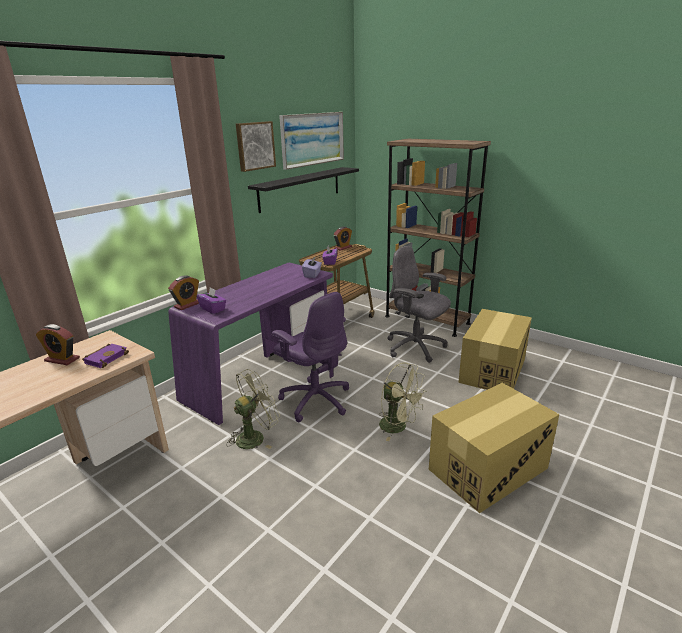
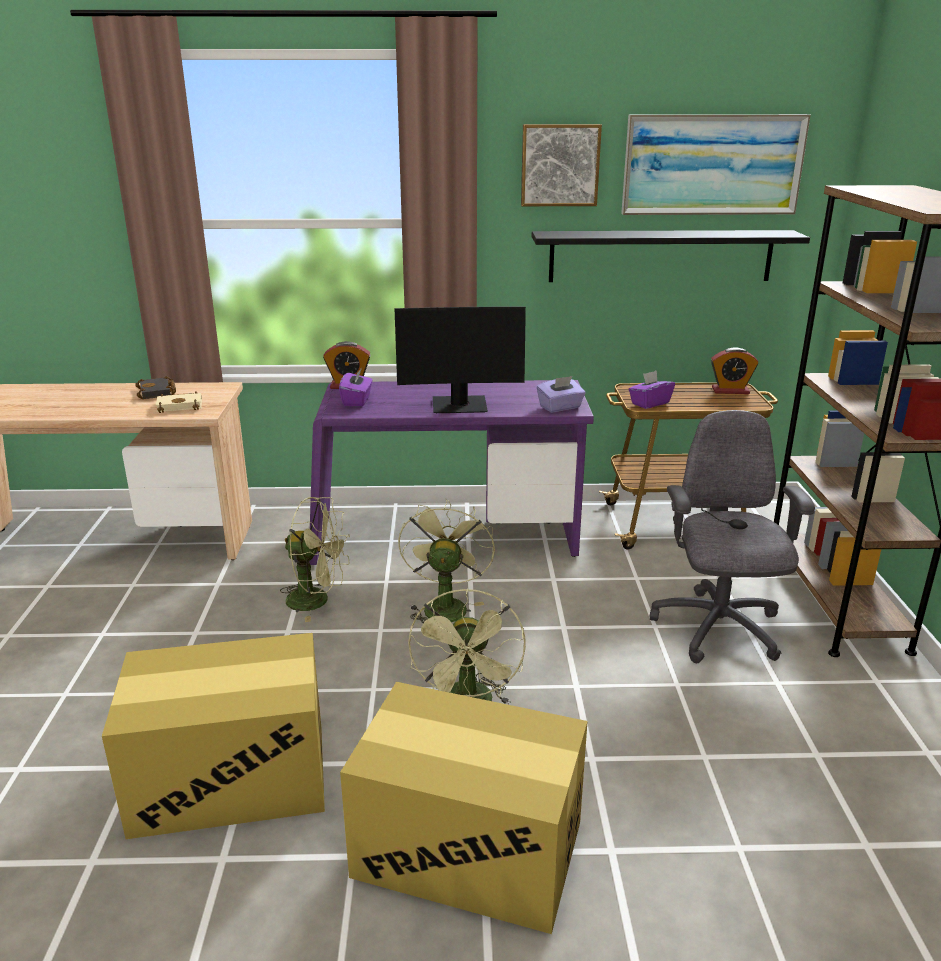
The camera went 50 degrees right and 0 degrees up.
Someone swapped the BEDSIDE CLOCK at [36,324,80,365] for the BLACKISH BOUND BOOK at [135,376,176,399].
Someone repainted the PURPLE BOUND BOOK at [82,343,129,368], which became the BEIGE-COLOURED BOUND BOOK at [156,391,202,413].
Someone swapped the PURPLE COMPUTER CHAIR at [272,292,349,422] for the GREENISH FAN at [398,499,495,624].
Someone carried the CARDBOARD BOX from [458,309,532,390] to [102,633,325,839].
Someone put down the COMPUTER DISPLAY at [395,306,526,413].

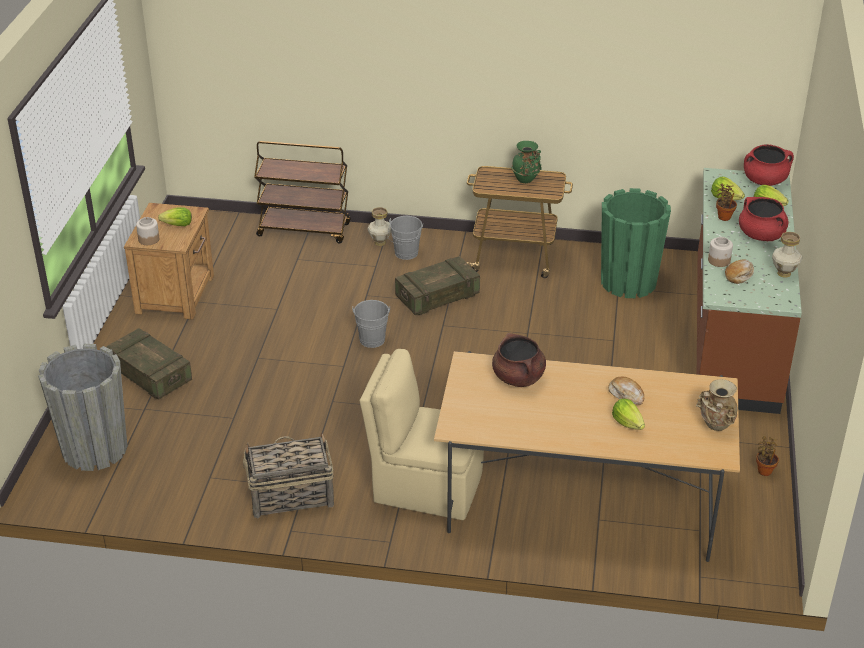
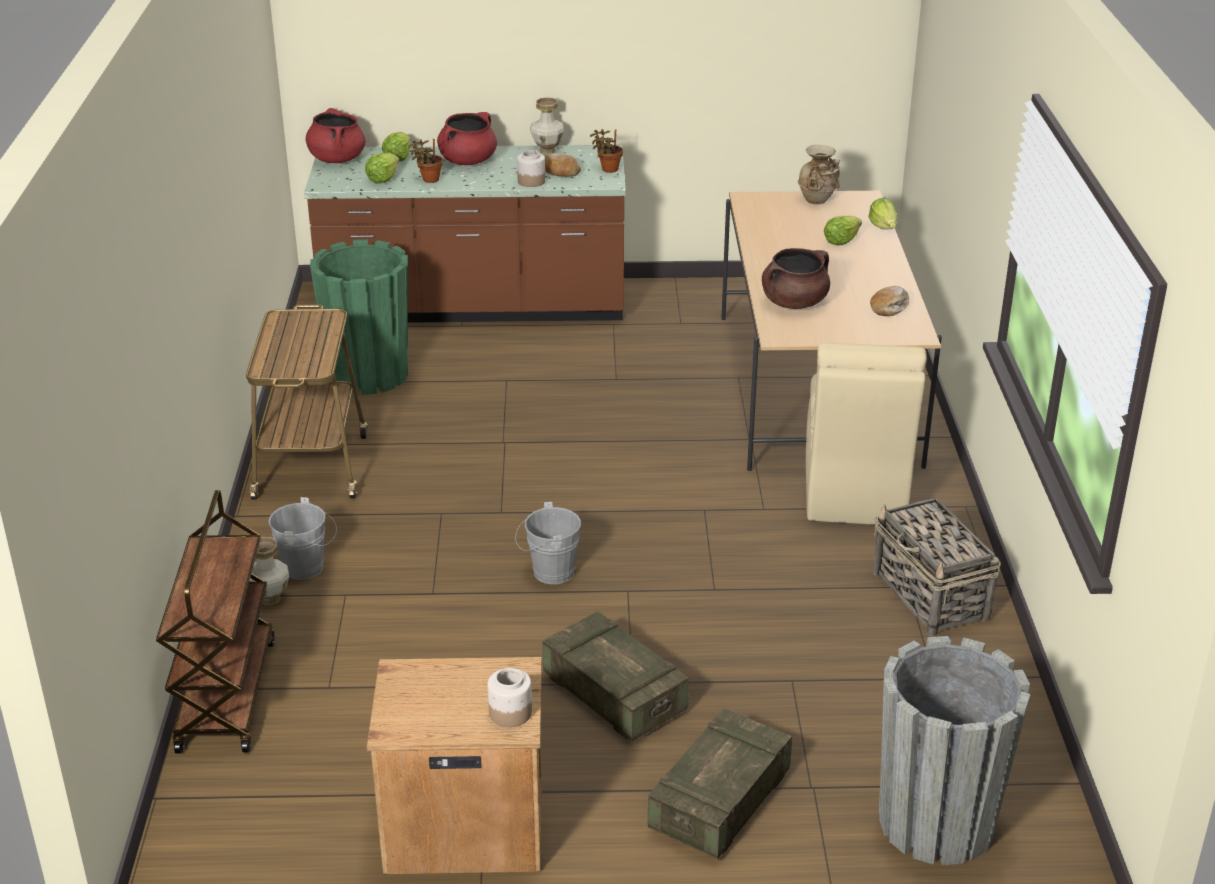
The camera went 100 degrees left and 5 degrees down.
Someone carried the HEAD OF LETTUCE from [158,207,192,226] to [868,198,898,230].
Someone carried the SHIPPING CRATE from [395,256,480,315] to [542,611,689,741].
Someone took away the GREENISH VASE at [512,141,542,183].
Someone carried the BREAD from [608,377,644,405] to [870,286,909,316].
Someone carried the POTTED PLANT from [756,436,779,476] to [590,129,623,173].

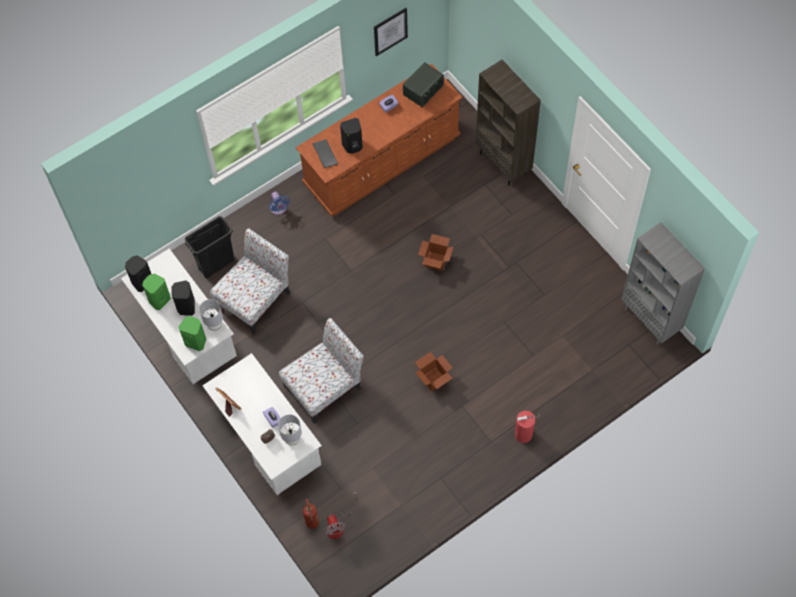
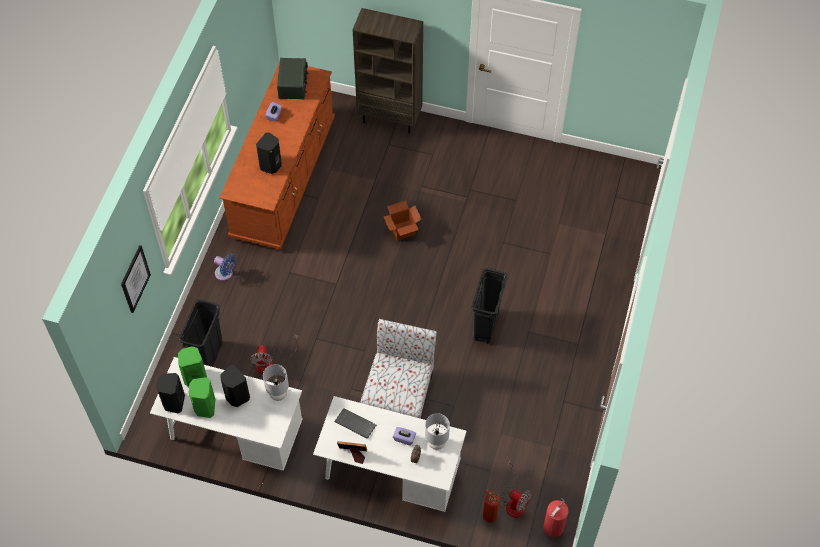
The camera went 40 degrees left and 5 degrees down.
Someone carried the GREENISH LOUDSPEAKER from [178,316,206,351] to [178,347,207,386].
Someone swapped the PLAIN CHAIR at [210,228,291,334] for the FAN at [250,335,299,374].
Someone carried the COMPUTER KEYBOARD from [313,139,338,168] to [334,408,376,439].
Someone carried the PICTURE from [374,8,408,56] to [121,245,151,313].
Someone swapped the CARDBOARD BOX at [415,352,453,391] for the BLACKISH TRASH CAN at [471,268,508,344].
Someone carried the EXTINGUISHER from [514,411,540,443] to [543,497,568,537].
Someone took away the GREYISH BOOKCASE at [621,222,705,345].

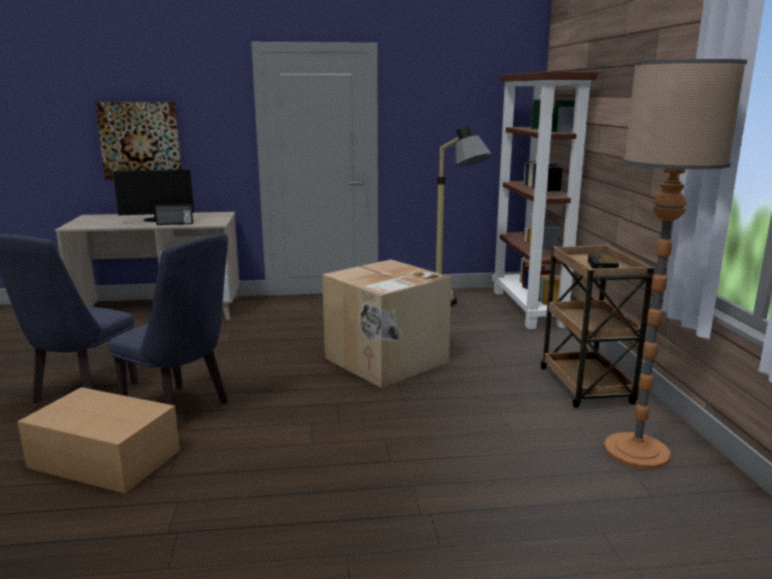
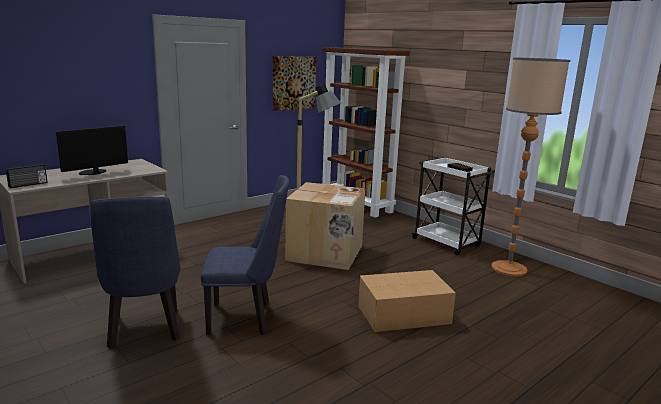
The camera went 35 degrees left and 0 degrees up.
Someone carried the CARDBOARD BOX from [17,387,180,494] to [358,270,456,332].
Someone carried the PICTURE from [95,102,181,180] to [273,56,316,111].
Someone carried the RADIO RECEIVER from [154,204,193,225] to [6,164,48,188].
Someone repainted the BROWNISH TROLLEY at [540,245,654,408], which became the WHITE TROLLEY at [412,157,494,255].

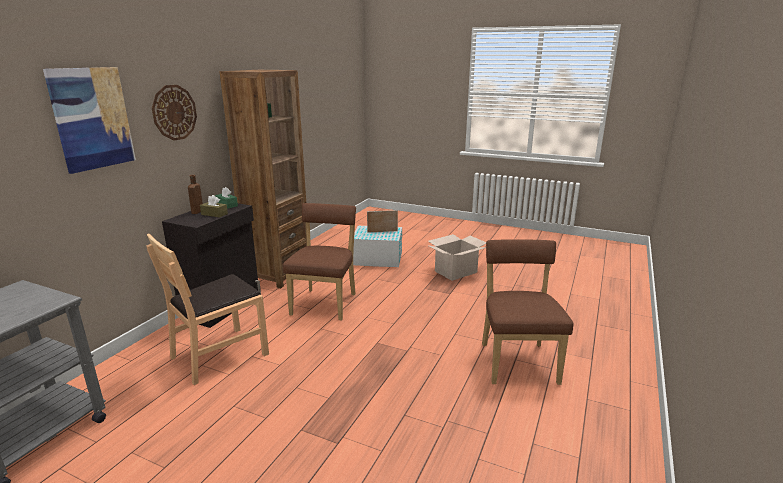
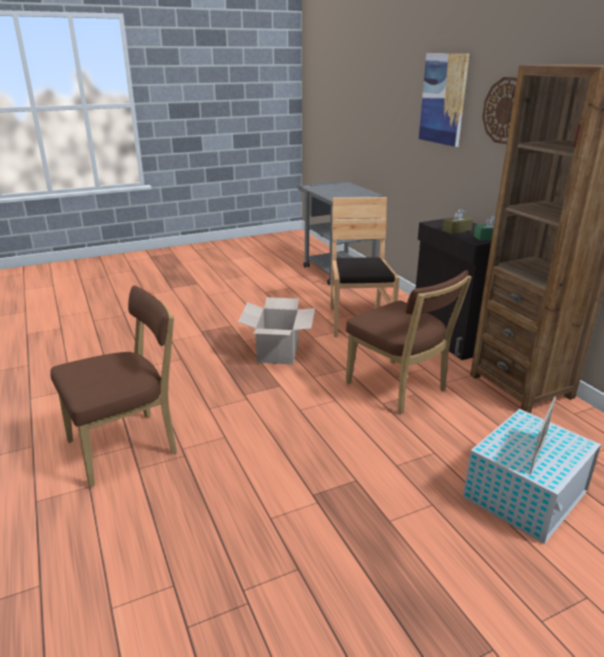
The camera went 130 degrees right and 5 degrees up.
Someone took away the BROWNISH DRINK BOTTLE at [188,175,203,214].
Someone carried the CARDBOARD BOX from [427,234,486,281] to [238,297,315,364].
Someone rotated the BROWNISH PLAIN CHAIR at [482,239,574,385] by 75 degrees counterclockwise.

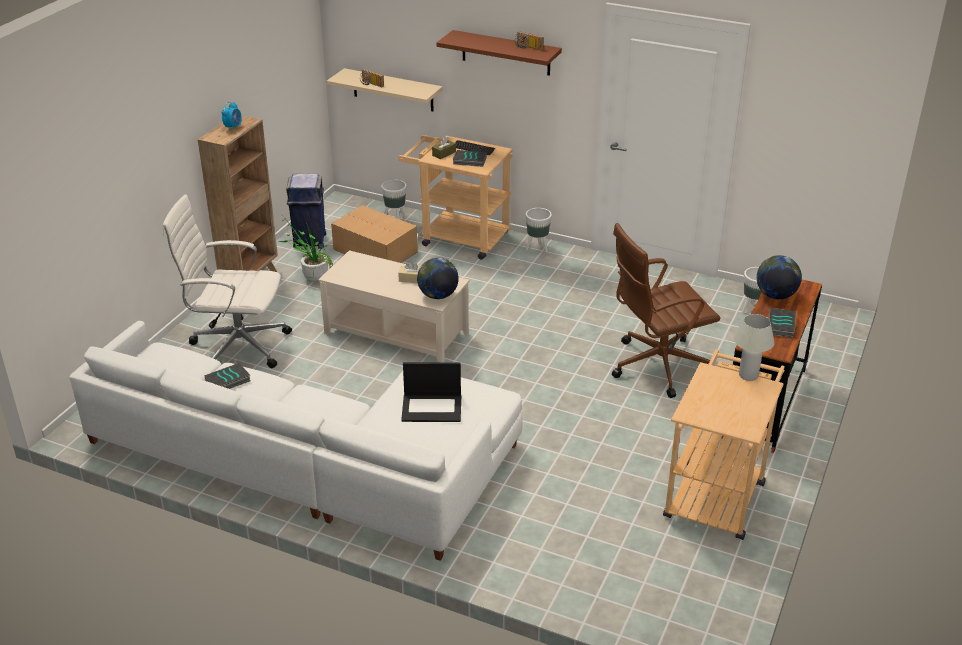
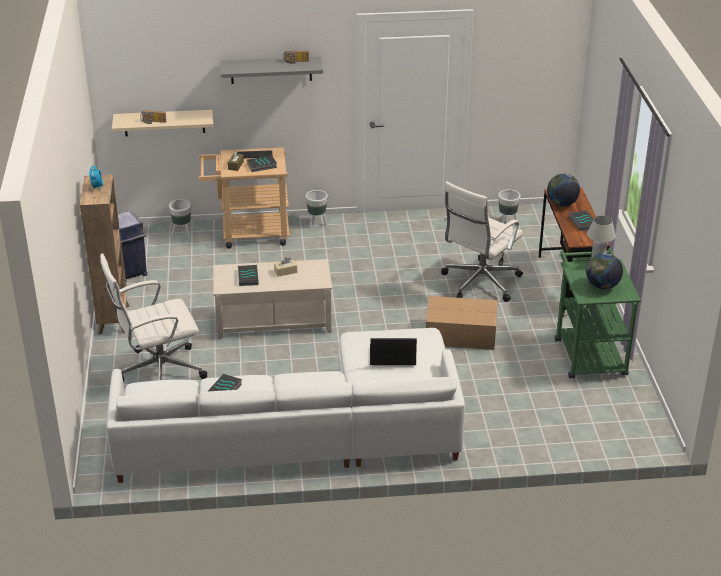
The camera went 30 degrees left and 0 degrees up.
Someone took away the POTTED PLANT at [278,216,333,282].
Someone carried the CARDBOARD BOX from [331,205,418,263] to [426,296,497,350].
Someone rotated the NOTEBOOK COMPUTER at [401,362,461,422] by 150 degrees counterclockwise.
Someone carried the DESK GLOBE from [417,258,459,299] to [586,253,623,289].
Someone repainted the BROWNISH WALL SHELF at [436,30,562,76], which became the GREYISH WALL SHELF at [220,57,323,84].
Someone repainted the BROWNISH COMPUTER CHAIR at [612,223,720,398], which became the WHITE COMPUTER CHAIR at [441,181,524,302].
Someone repainted the BEIGE-COLOURED TROLLEY at [663,349,785,540], which became the GREENISH TROLLEY at [555,248,641,379].
Someone put down the BOUND BOOK at [238,265,259,286].

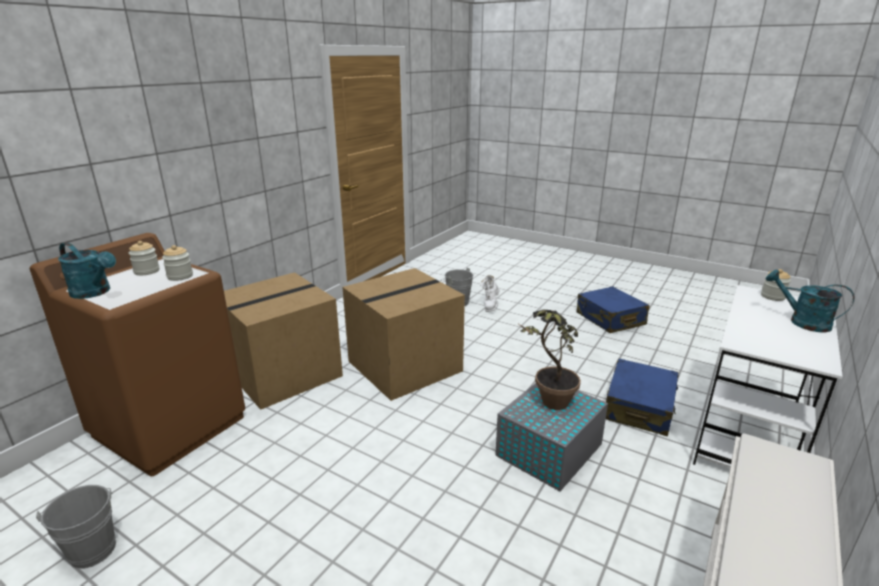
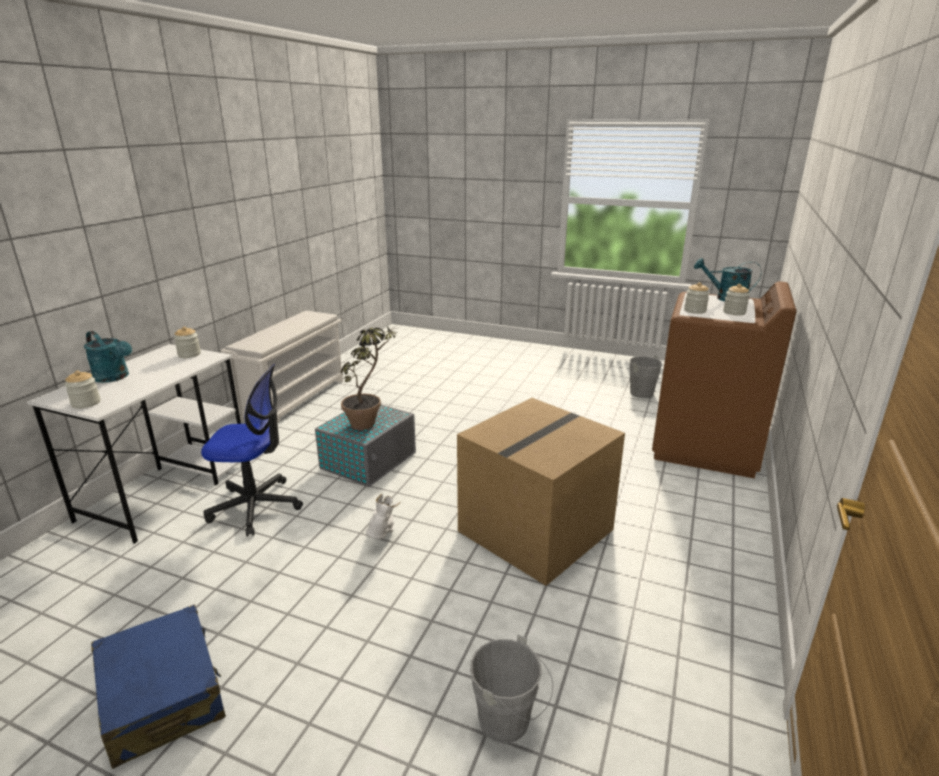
The camera went 170 degrees right and 0 degrees up.
Someone took away the CARDBOARD BOX at [224,272,343,410].
Someone carried the WHITE TALL BOOT from [480,275,500,312] to [366,494,400,539].
Someone swapped the BLUE-COLOURED PIECE OF LUGGAGE at [606,358,679,436] for the COMPUTER CHAIR at [201,364,303,536].
Someone put down the JAR at [174,326,201,358].

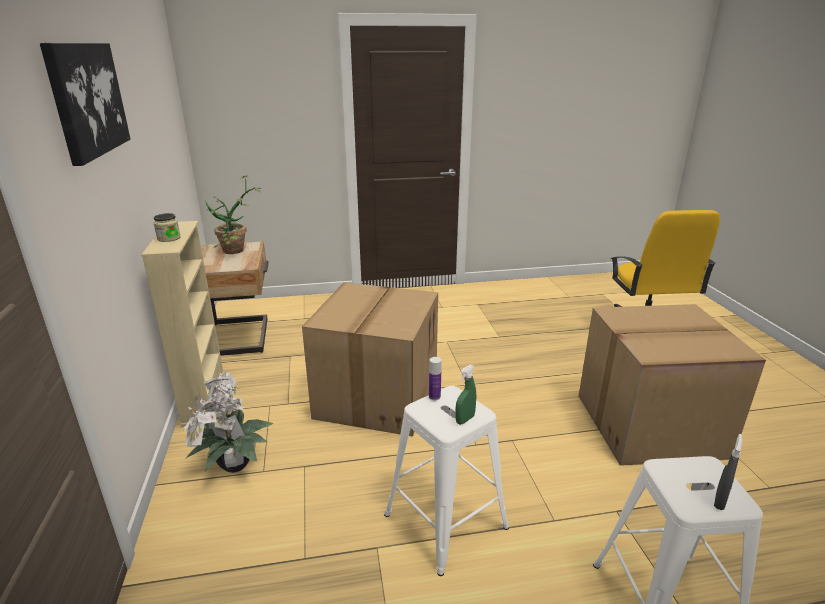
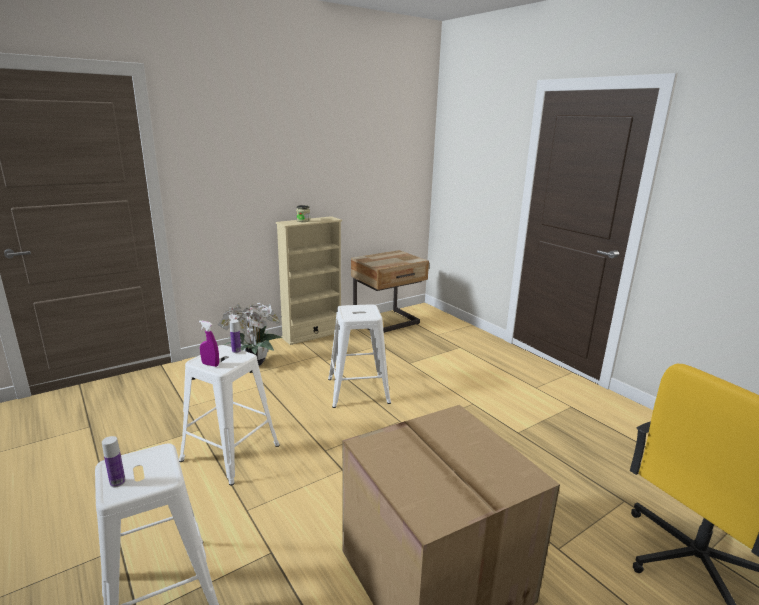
The camera went 65 degrees right and 5 degrees down.
Someone took away the PICTURE at [40,43,130,166].
Someone took away the POTTED PLANT at [205,175,261,254].
Someone swapped the CARDBOARD BOX at [302,282,438,437] for the WHITE STOOL SEAT at [328,304,391,408].
Someone repainted the GREENISH SPRAYER at [455,364,477,425], which became the PURPLE SPRAYER at [199,321,219,367].
Someone swapped the GREYISH SPRAYER at [714,434,743,510] for the DRINK BOTTLE at [102,436,126,487].

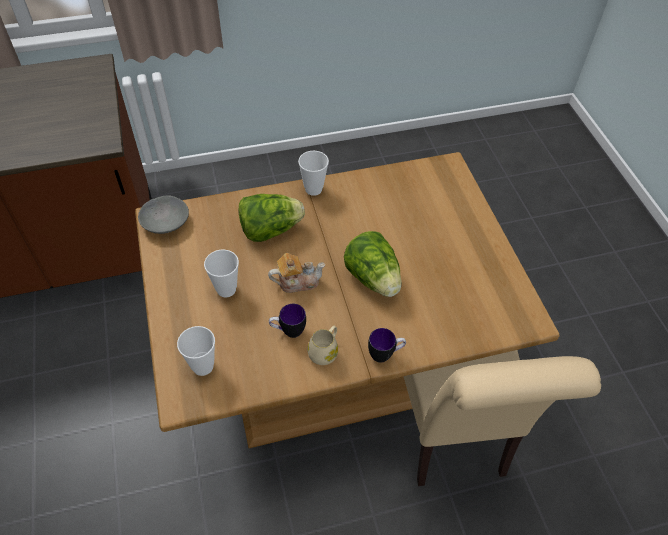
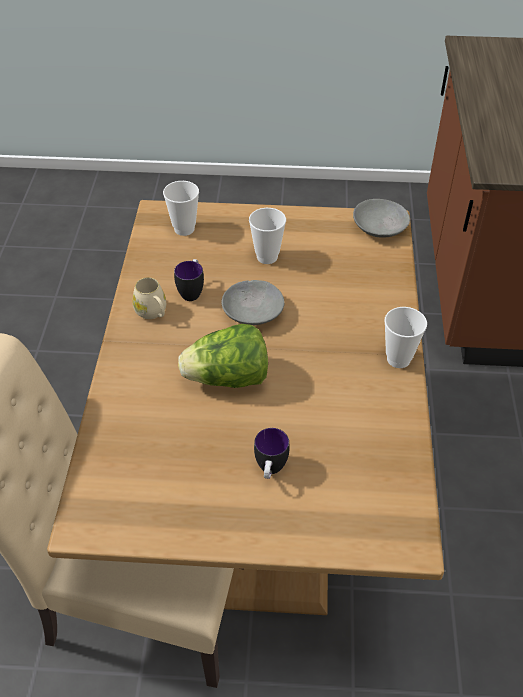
The camera went 110 degrees right and 5 degrees down.
Someone took away the HEAD OF LETTUCE at [238,194,305,242].
Someone swapped the POT FOR TEA at [268,253,326,293] for the GREYISH SERVING BOWL at [221,280,285,325].
Someone carried the MUG from [368,328,406,363] to [254,428,290,479].

